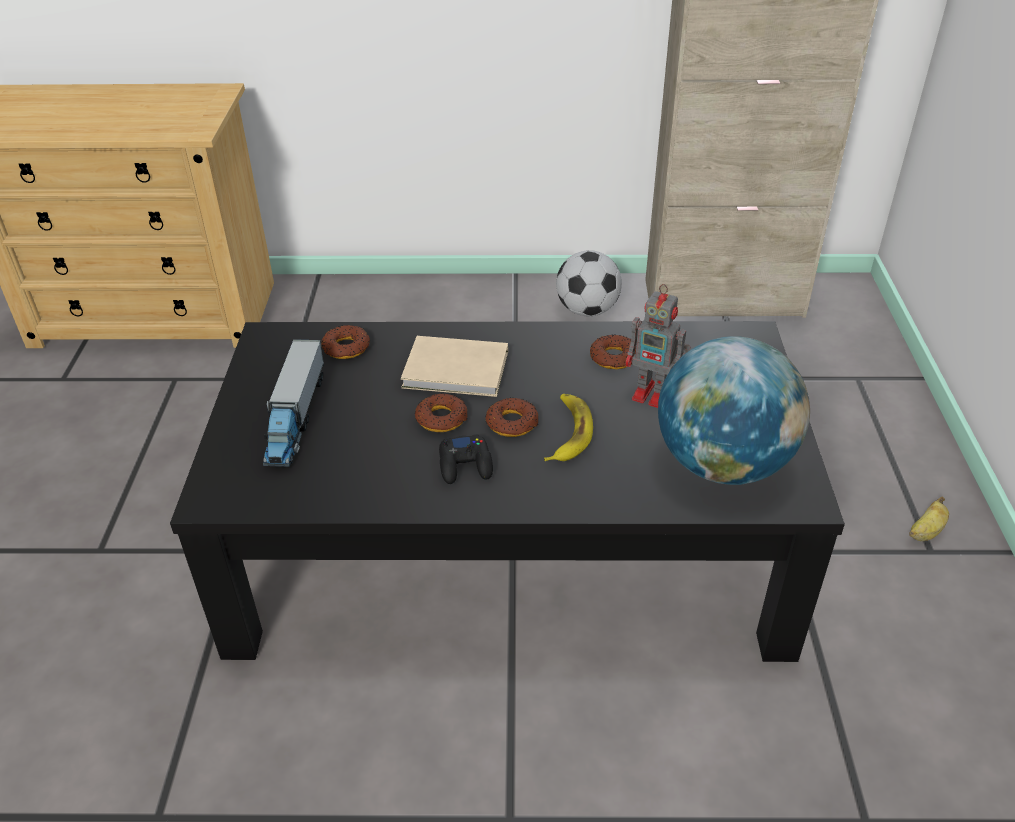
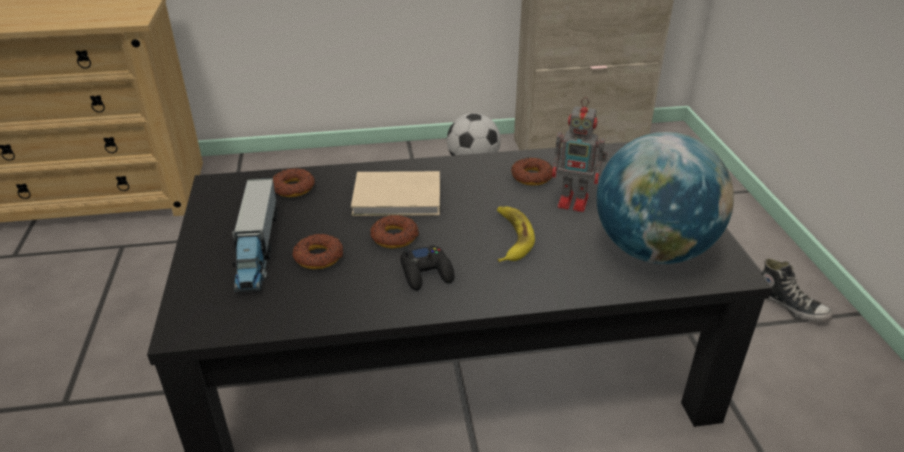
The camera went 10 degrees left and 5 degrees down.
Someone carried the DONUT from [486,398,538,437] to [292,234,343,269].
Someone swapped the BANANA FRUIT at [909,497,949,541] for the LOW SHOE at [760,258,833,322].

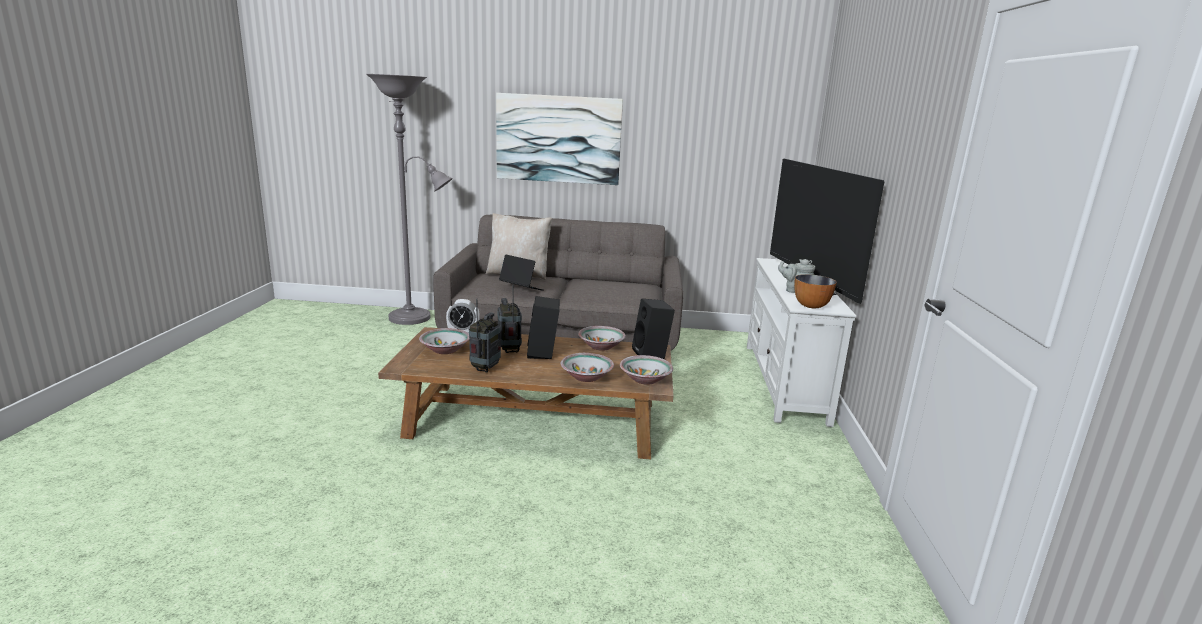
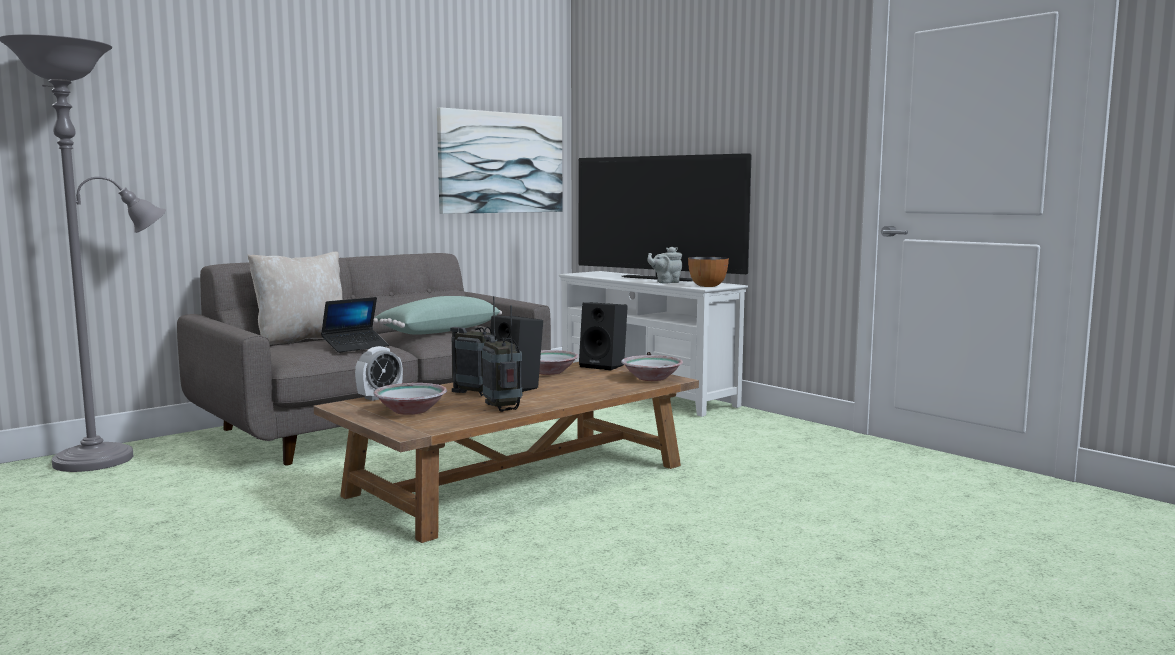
The camera went 45 degrees left and 10 degrees down.
Someone carried the PICTURE from [496,93,623,185] to [437,107,563,214].
Someone rotated the NOTEBOOK COMPUTER at [499,254,544,291] by 150 degrees clockwise.
Someone took away the SERVING BOWL at [560,353,614,382].
Someone put down the GREENISH THROW PILLOW at [373,296,502,335].

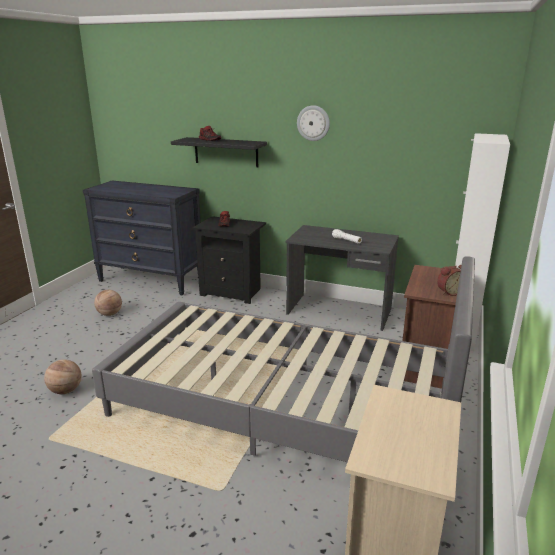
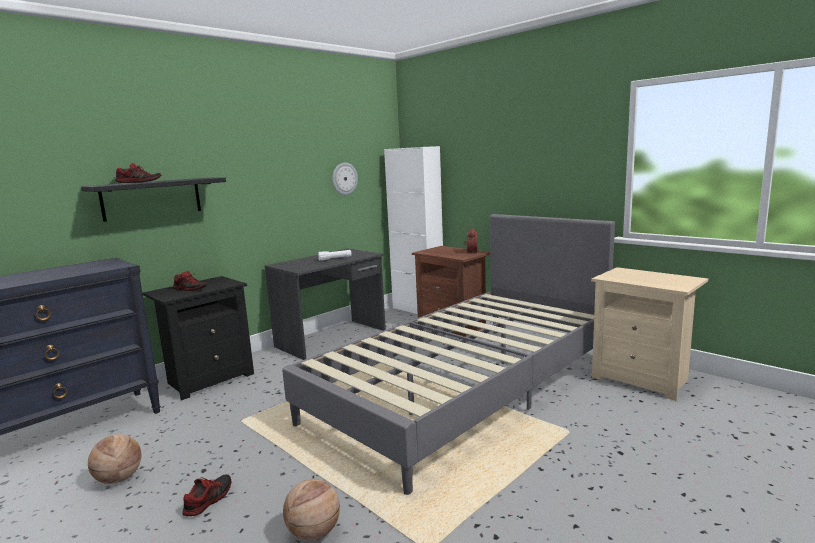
The camera went 65 degrees left and 10 degrees down.
Someone carried the WALL CLOCK from [297,105,330,141] to [332,163,358,195].
Someone put down the LOW SHOE at [182,474,231,516].

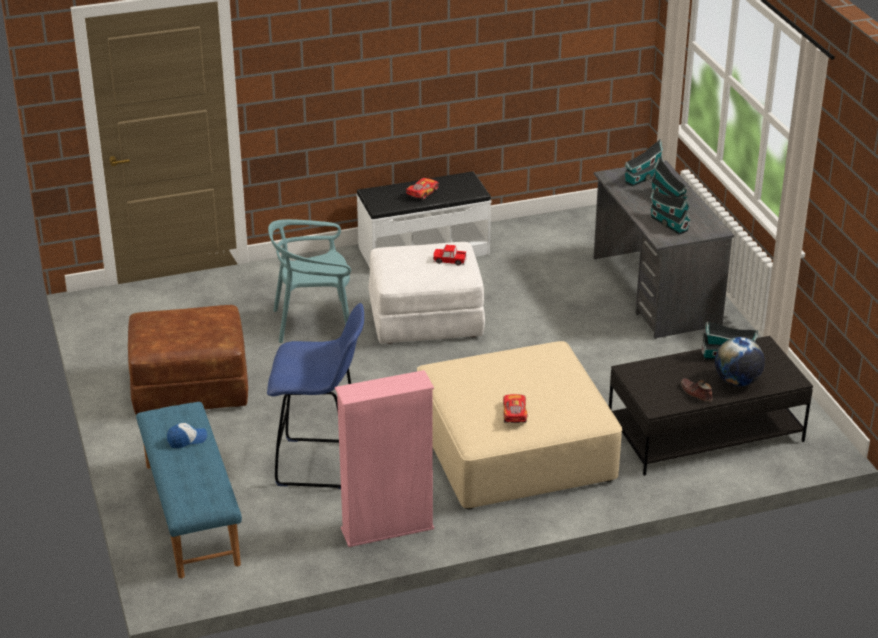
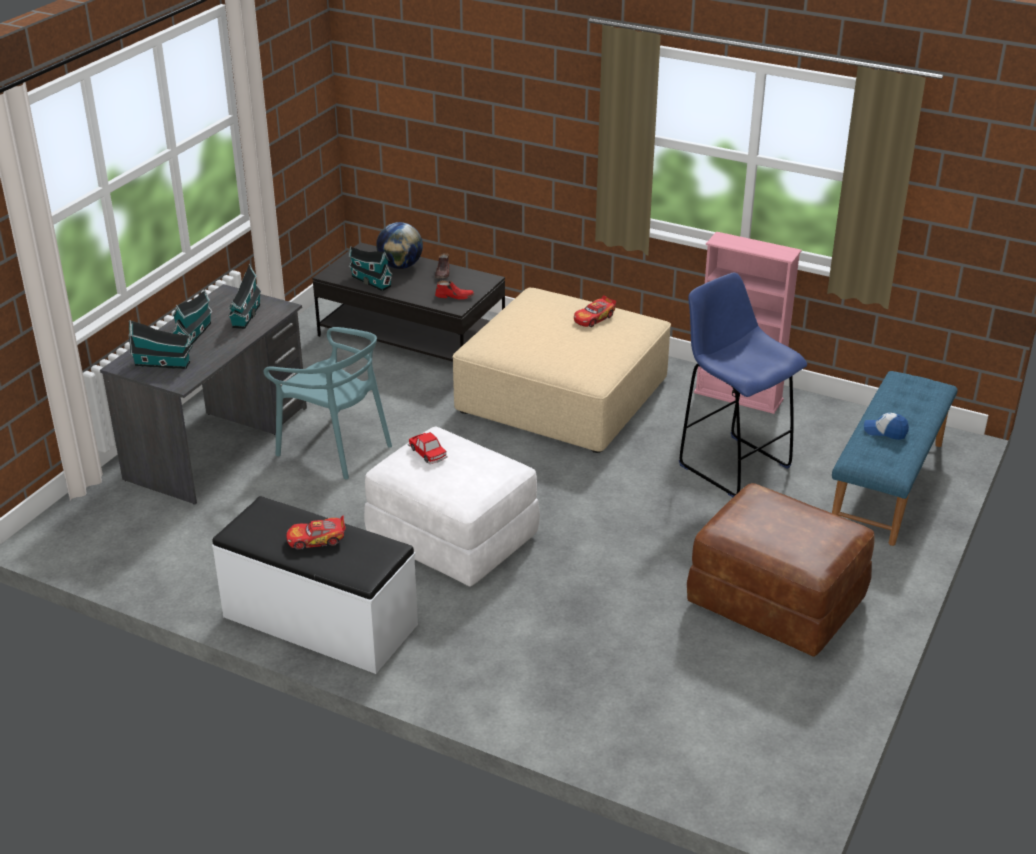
The camera went 135 degrees left and 0 degrees up.
Someone carried the BLUE-GREEN PLAIN CHAIR from [268,219,351,343] to [264,327,392,479].
Someone put down the RED LOW SHOE at [435,281,475,299].

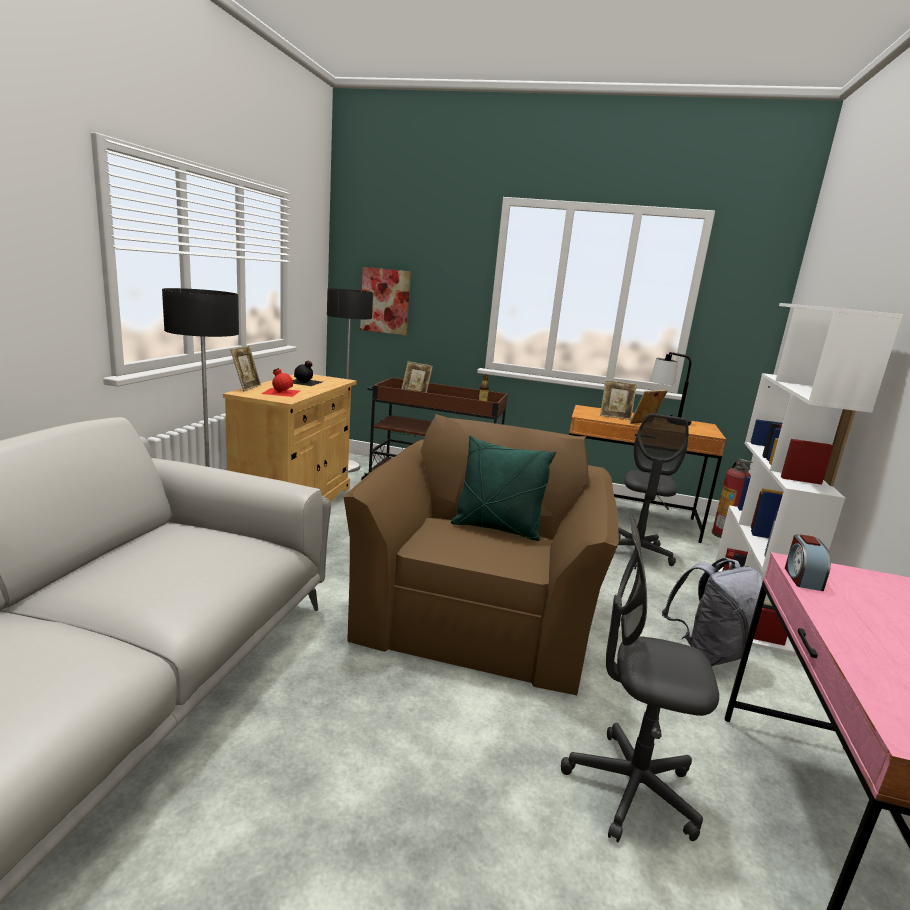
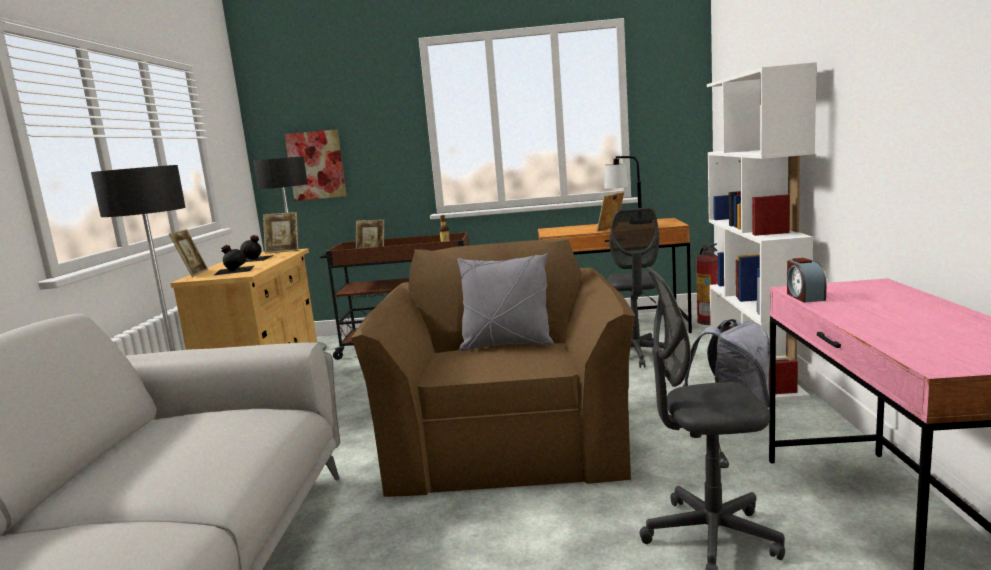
The camera went 10 degrees left and 5 degrees down.
Someone repainted the RED DRINK BOTTLE at [261,368,300,397], which became the BLACKISH DRINK BOTTLE at [214,245,254,275].
Someone repainted the GREENISH THROW PILLOW at [451,435,556,541], which became the GREYISH THROW PILLOW at [458,253,554,351].
Someone carried the PICTURE FRAME from [600,380,637,420] to [263,212,299,254].

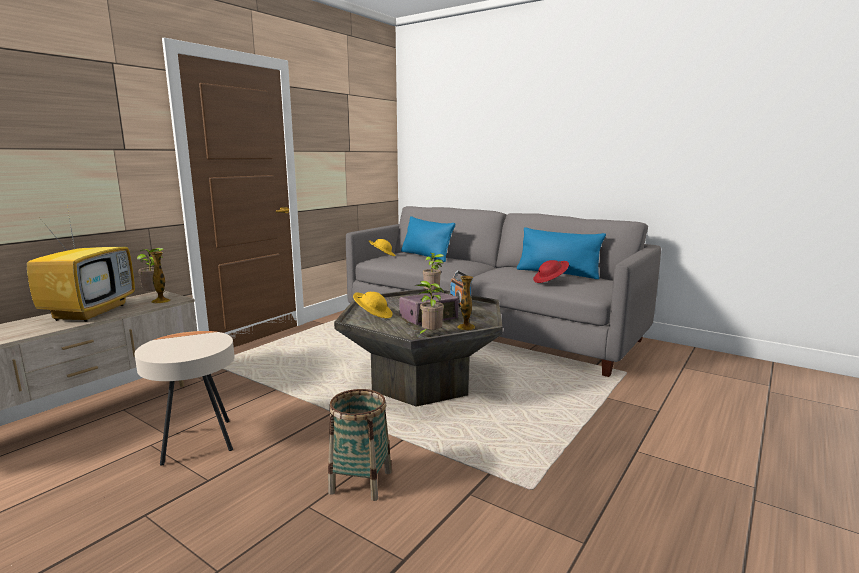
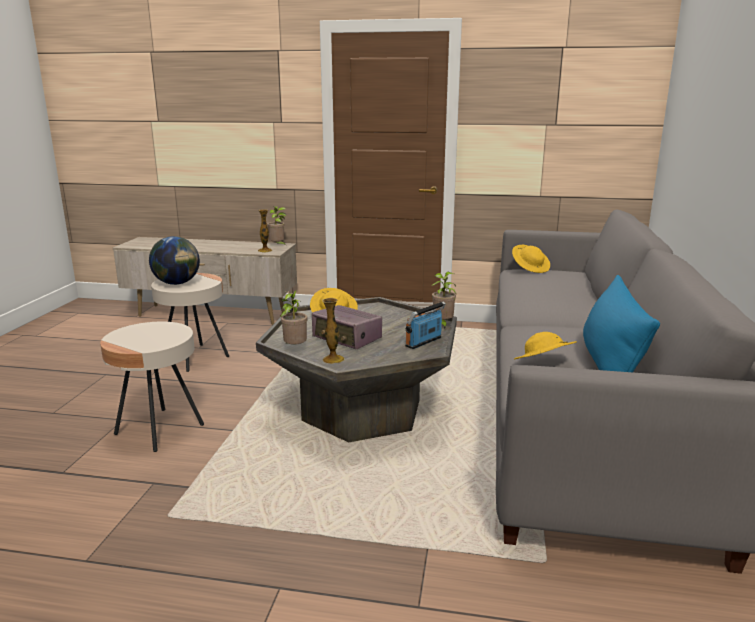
The camera went 65 degrees right and 5 degrees up.
Someone took away the TV SET at [27,207,135,322].
Someone swapped the BASKET at [328,389,392,501] for the BEIGE-COLOURED SIDE TABLE at [100,322,204,452].
Someone took away the BLUE-COLOURED THROW PILLOW at [401,216,455,262].
Someone repainted the RED CLOTHING HAT at [533,260,569,283], which became the YELLOW-COLOURED CLOTHING HAT at [514,332,577,359].
Someone put down the DESK GLOBE at [149,236,200,285].

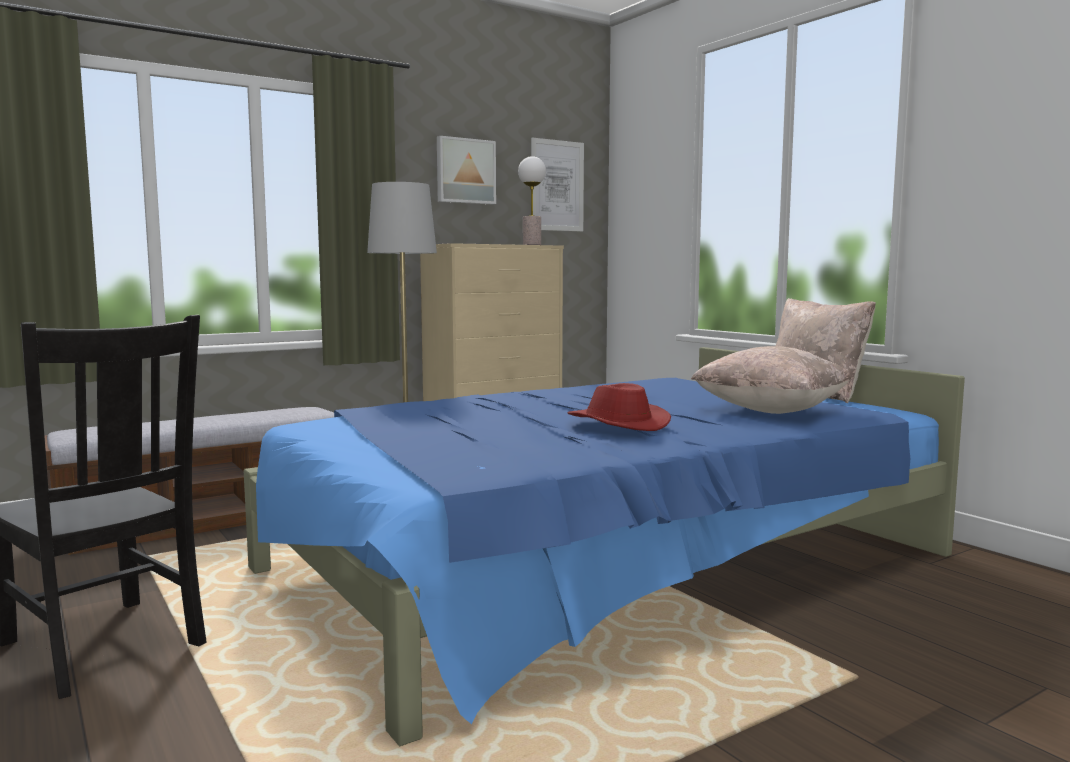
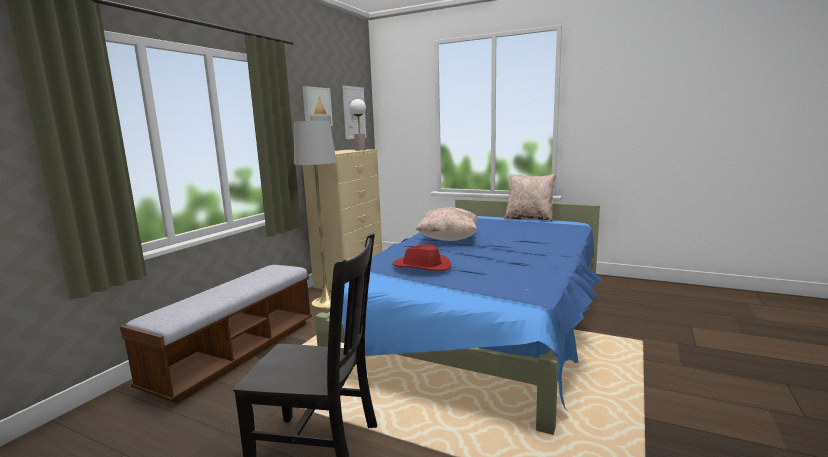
The camera went 30 degrees left and 5 degrees up.
Someone carried the RED CLOTHING HAT from [568,383,671,431] to [392,244,451,271].
Someone carried the BEIGE-COLOURED THROW PILLOW from [691,346,852,414] to [416,207,478,241].

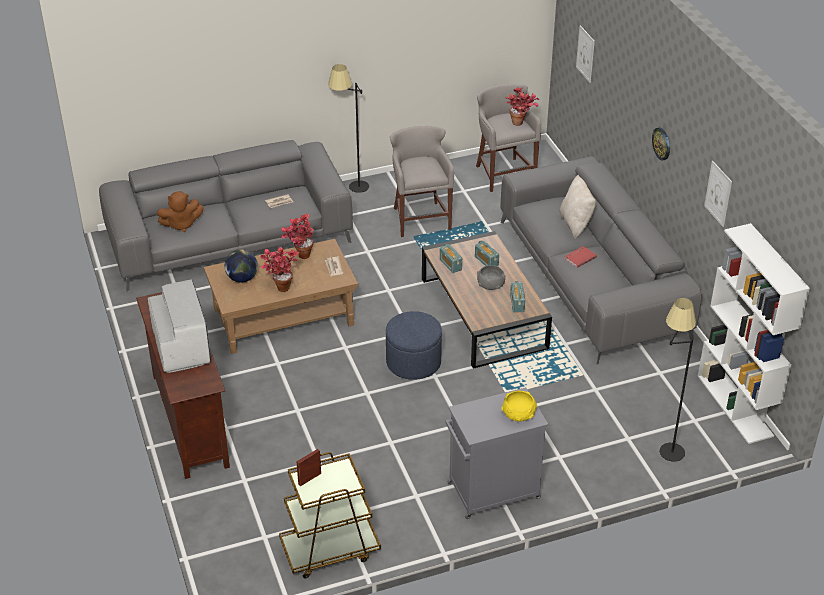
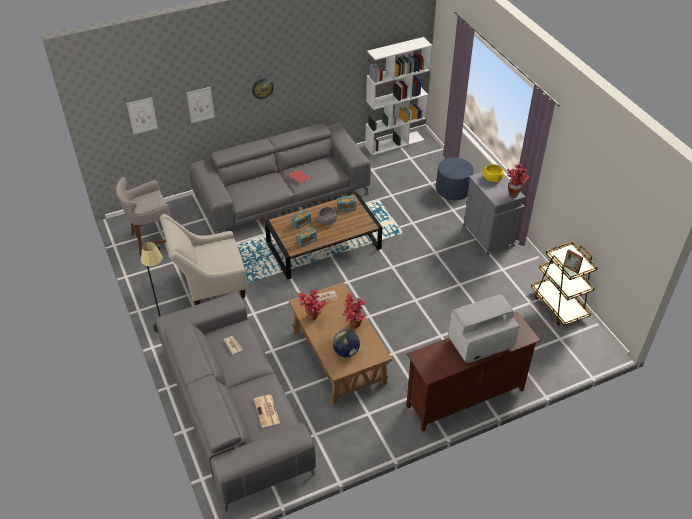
The camera went 95 degrees left and 5 degrees up.
Someone swapped the BROWNISH CUDDLY TOY at [157,191,204,232] for the DAILY PAPER at [254,395,280,428].
Someone carried the BLUE-COLOURED FOOTREST from [386,311,442,380] to [436,157,474,200].
Someone swapped the GREYISH STOOL SEAT at [390,126,454,237] for the BEIGE-COLOURED ARMCHAIR at [160,214,247,305].
Someone carried the POTTED PLANT from [505,87,539,126] to [507,164,529,197].
Someone took away the BEIGE-COLOURED THROW PILLOW at [559,175,596,238].
Someone took away the BLACKISH STANDARD LAMP at [660,298,696,462].
Someone carried the PICTURE from [704,161,732,227] to [187,87,215,123].

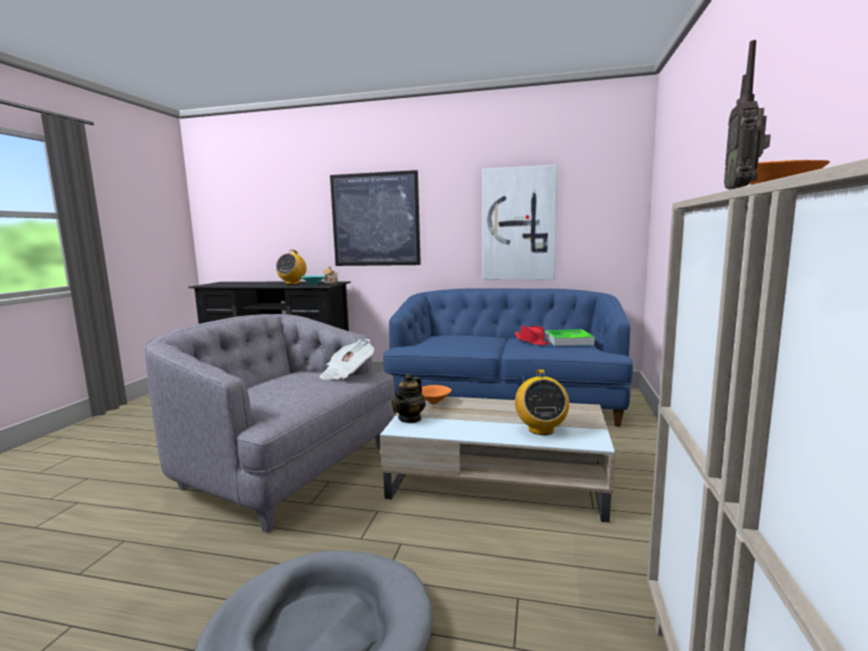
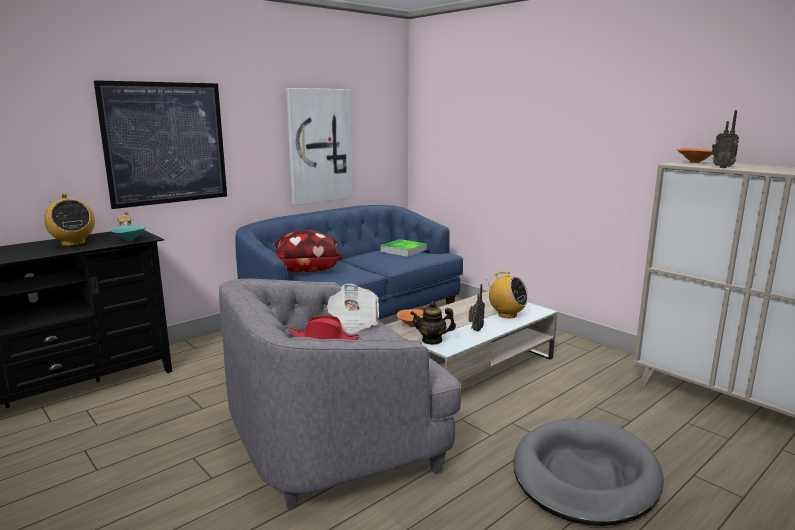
The camera went 55 degrees left and 5 degrees up.
Someone rotated the POT FOR TEA at [393,374,426,423] by 120 degrees clockwise.
Someone carried the RED CLOTHING HAT from [514,325,551,345] to [289,315,360,340].
Someone put down the THROW PILLOW at [275,230,342,273].
Someone put down the RADIO RECEIVER at [469,284,485,331].

